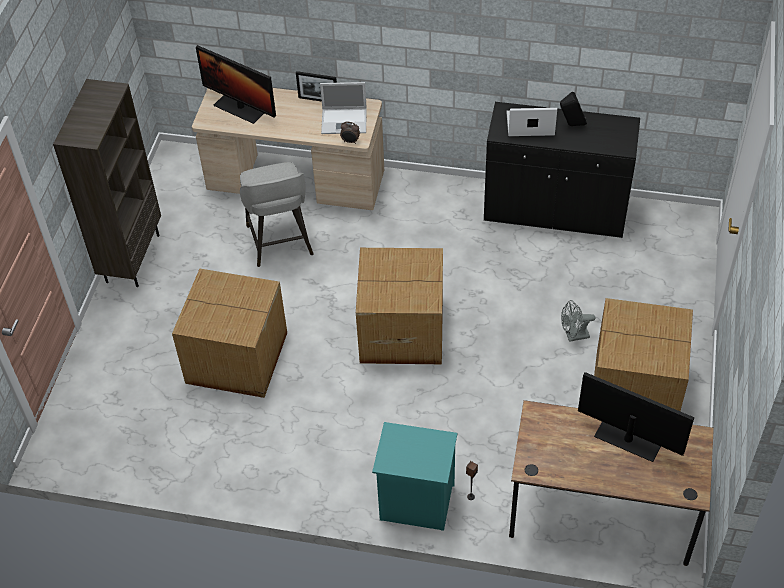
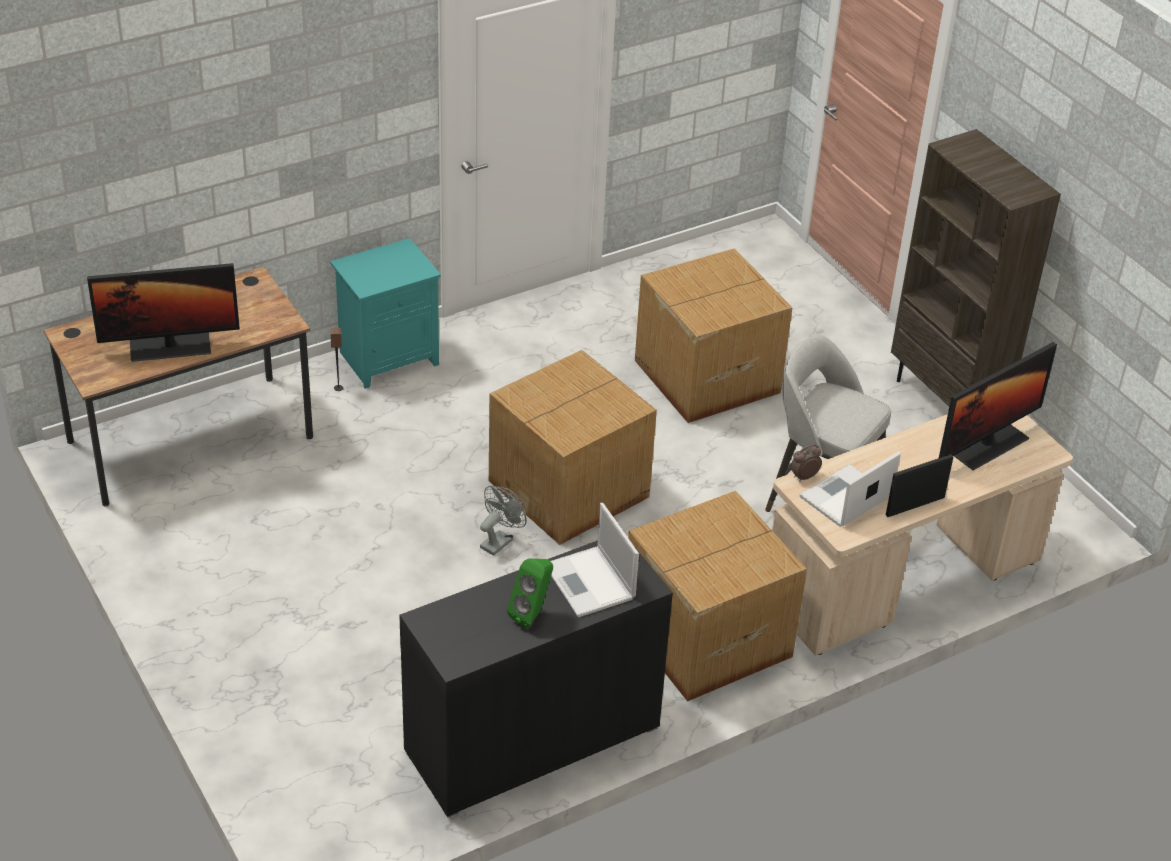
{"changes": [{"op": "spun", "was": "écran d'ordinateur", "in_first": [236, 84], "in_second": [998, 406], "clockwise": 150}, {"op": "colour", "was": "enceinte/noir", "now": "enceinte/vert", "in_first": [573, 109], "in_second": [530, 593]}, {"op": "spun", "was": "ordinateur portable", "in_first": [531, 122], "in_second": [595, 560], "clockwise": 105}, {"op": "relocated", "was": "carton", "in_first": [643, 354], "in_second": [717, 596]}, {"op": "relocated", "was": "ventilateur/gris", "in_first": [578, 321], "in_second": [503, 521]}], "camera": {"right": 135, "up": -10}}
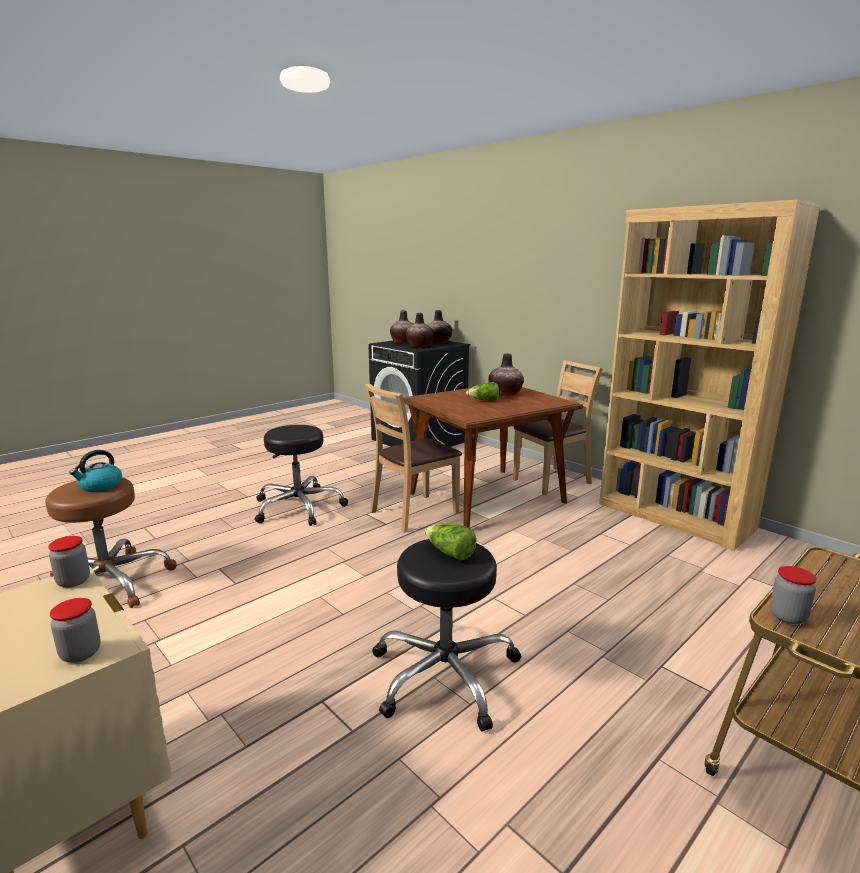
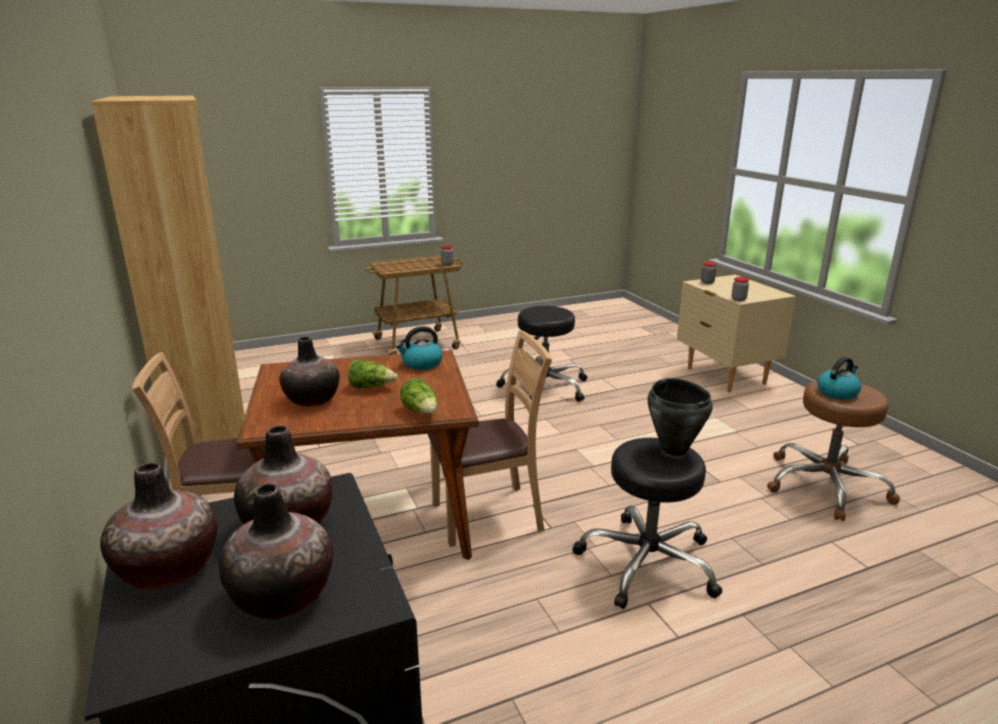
{"changes": [{"op": "relocated", "was": "laitue", "in_first": [450, 542], "in_second": [418, 396]}, {"op": "appeared", "now": "bouilloire", "in_second": [419, 348]}, {"op": "appeared", "now": "marmite/noir", "in_second": [680, 417]}], "camera": {"right": -160, "up": 5}}
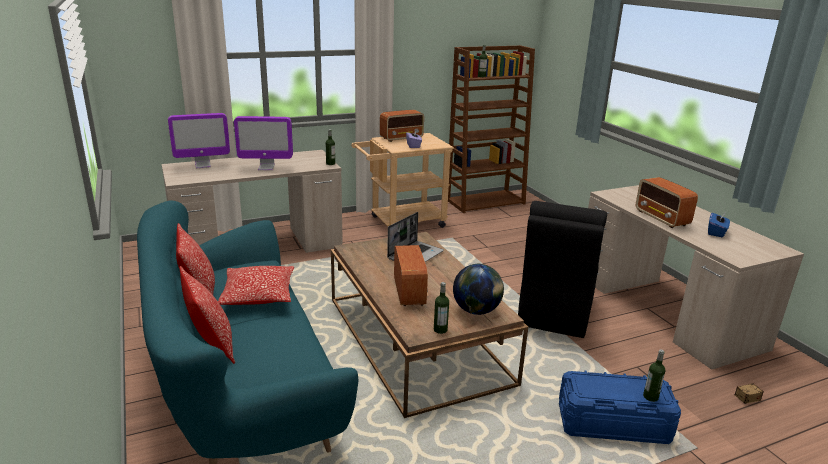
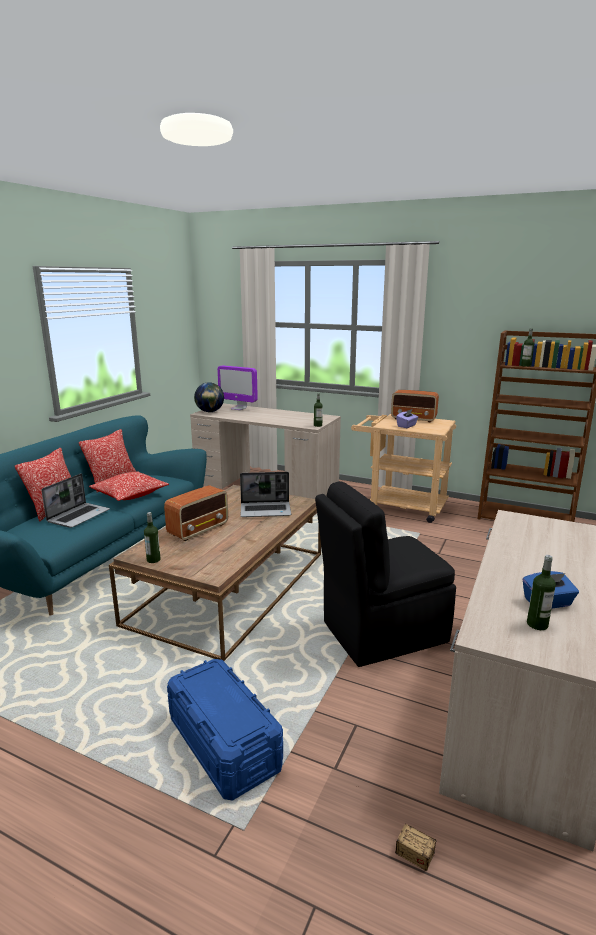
{"changes": [{"op": "missing", "was": "écran d'ordinateur", "in_first": [263, 143]}, {"op": "missing", "was": "radio", "in_first": [667, 202]}, {"op": "relocated", "was": "globe", "in_first": [478, 289], "in_second": [209, 397]}, {"op": "relocated", "was": "bouteille", "in_first": [654, 376], "in_second": [541, 592]}, {"op": "appeared", "now": "ordinateur portable", "in_second": [75, 500]}], "camera": {"right": 50, "up": -5}}
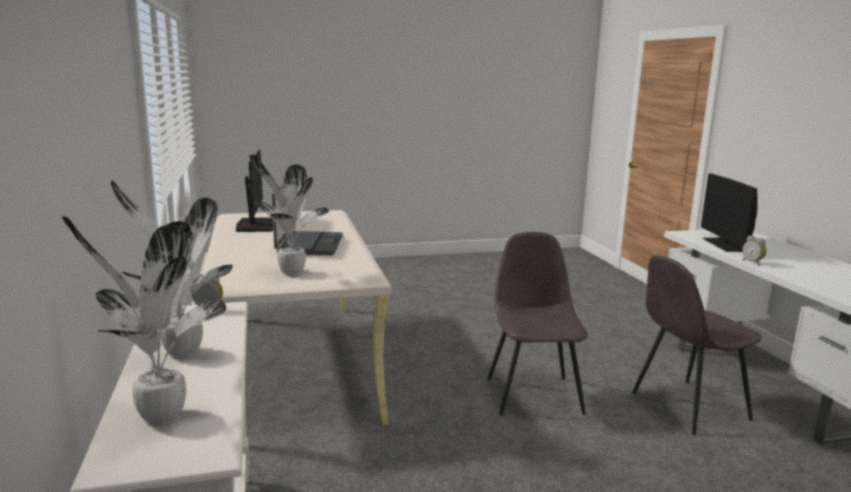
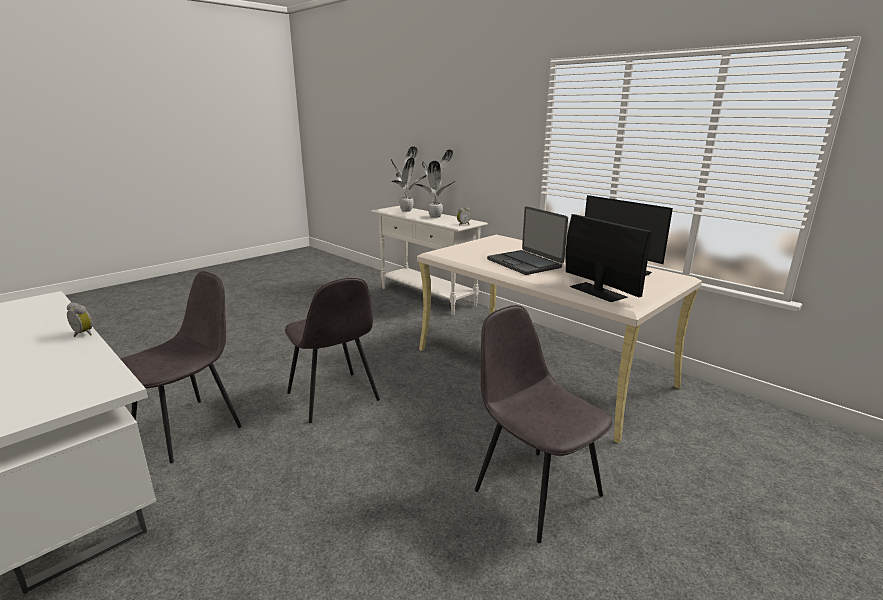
{"changes": [{"op": "missing", "was": "plante en pot", "in_first": [289, 215]}, {"op": "relocated", "was": "écran d'ordinateur", "in_first": [729, 212], "in_second": [608, 258]}, {"op": "appeared", "now": "chaise/gris", "in_second": [543, 424]}], "camera": {"right": 150, "up": 5}}
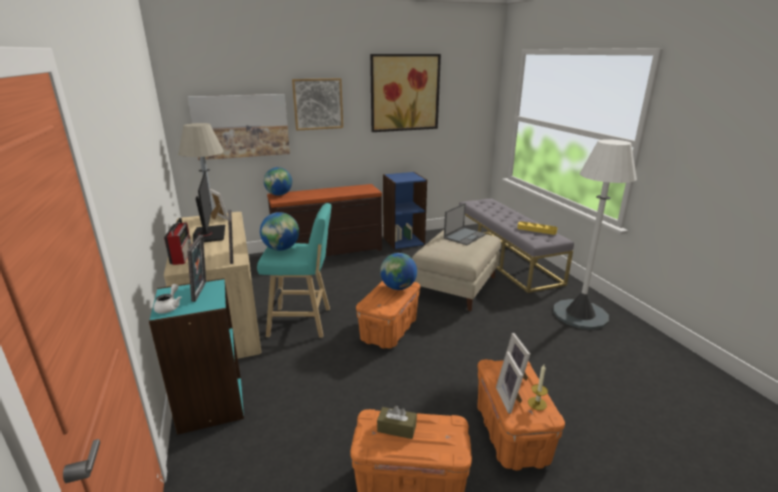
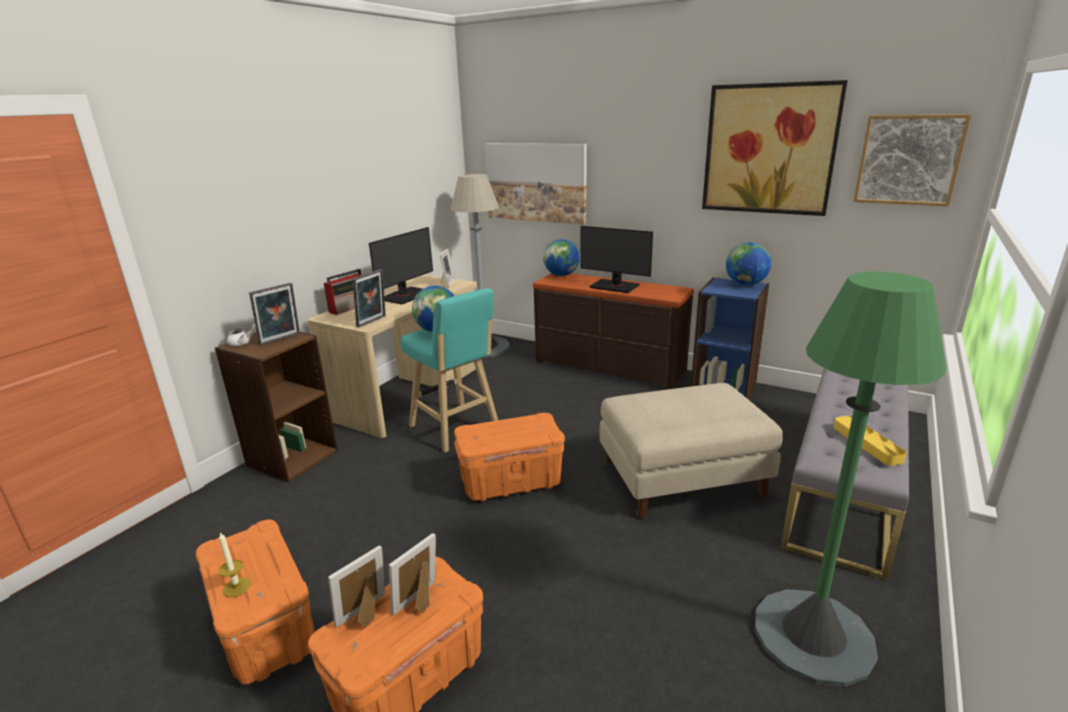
{"changes": [{"op": "relocated", "was": "tableau", "in_first": [317, 104], "in_second": [912, 160]}, {"op": "colour", "was": "lampadaire/blanc", "now": "lampadaire/vert", "in_first": [595, 234], "in_second": [851, 479]}, {"op": "missing", "was": "ordinateur portable", "in_first": [465, 224]}, {"op": "relocated", "was": "globe", "in_first": [398, 271], "in_second": [748, 264]}, {"op": "colour", "was": "bibliothèque/turquoise", "now": "bibliothèque/marron", "in_first": [196, 356], "in_second": [276, 407]}, {"op": "relocated", "was": "bougie", "in_first": [538, 388], "in_second": [235, 564]}, {"op": "missing", "was": "boîte à mouchoirs/marron", "in_first": [397, 422]}, {"op": "appeared", "now": "écran d'ordinateur", "in_second": [616, 259]}], "camera": {"right": 50, "up": 0}}
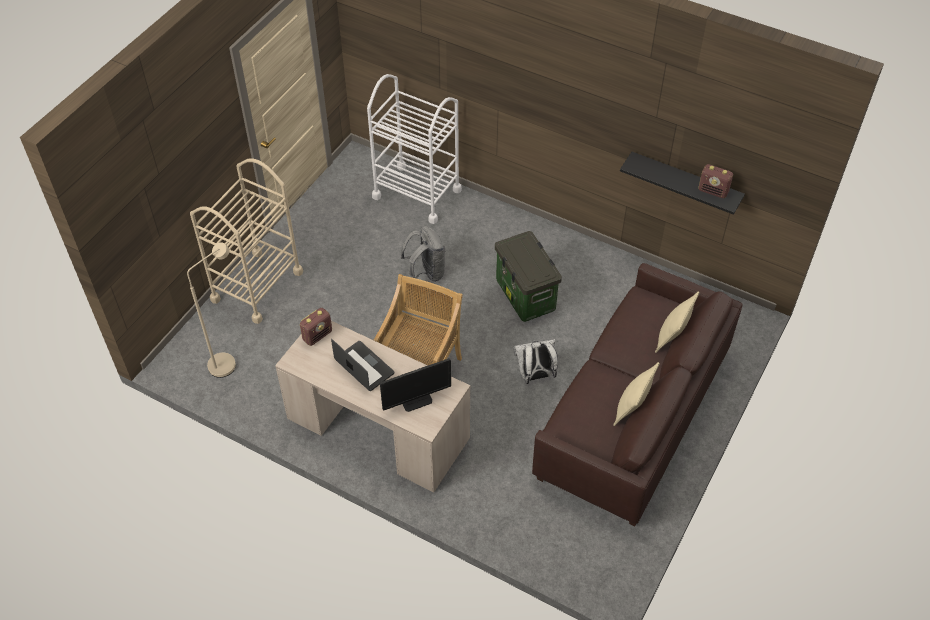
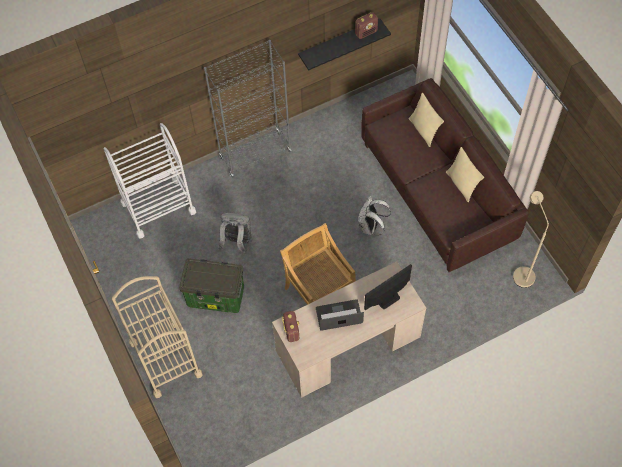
{"changes": [{"op": "relocated", "was": "boîte de rangement", "in_first": [528, 276], "in_second": [211, 285]}, {"op": "relocated", "was": "lampadaire/beige", "in_first": [211, 310], "in_second": [531, 239]}, {"op": "spun", "was": "écran d'ordinateur", "in_first": [415, 385], "in_second": [388, 287], "clockwise": -135}, {"op": "appeared", "now": "bibliothèque/gris", "in_second": [247, 109]}], "camera": {"right": -55, "up": 10}}
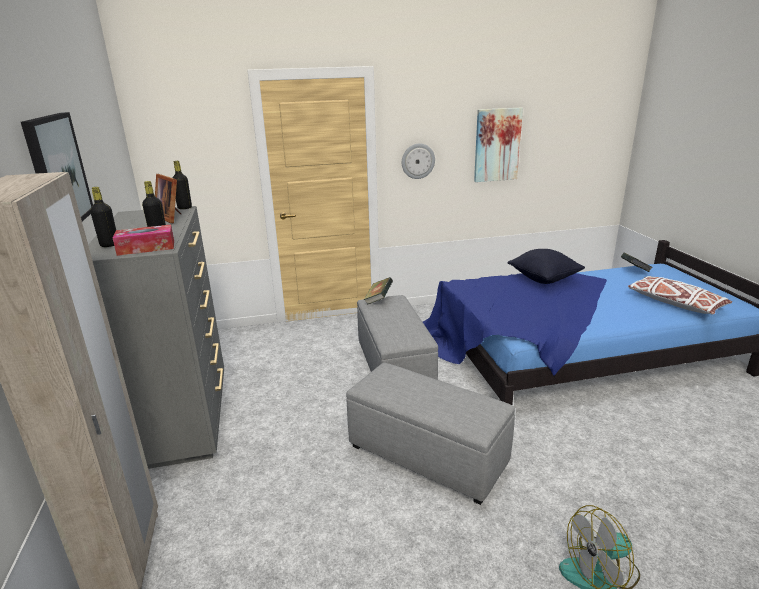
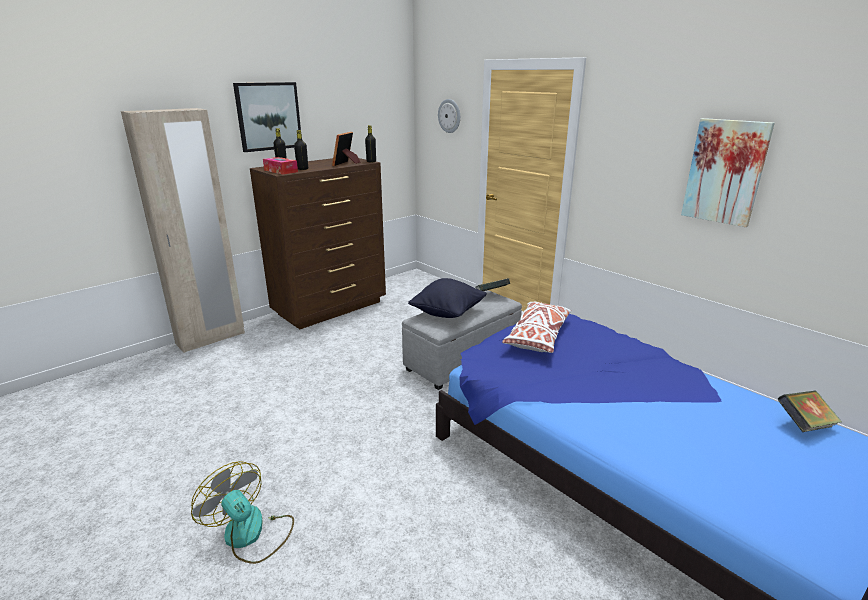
{"changes": [{"op": "relocated", "was": "horloge murale", "in_first": [418, 161], "in_second": [449, 116]}, {"op": "colour", "was": "commode/gris", "now": "commode/marron", "in_first": [156, 337], "in_second": [318, 243]}, {"op": "relocated", "was": "coussin/noir", "in_first": [546, 266], "in_second": [447, 298]}, {"op": "relocated", "was": "coussin/blanc", "in_first": [680, 295], "in_second": [536, 327]}, {"op": "missing", "was": "pouf/gris", "in_first": [430, 434]}], "camera": {"right": 60, "up": 0}}
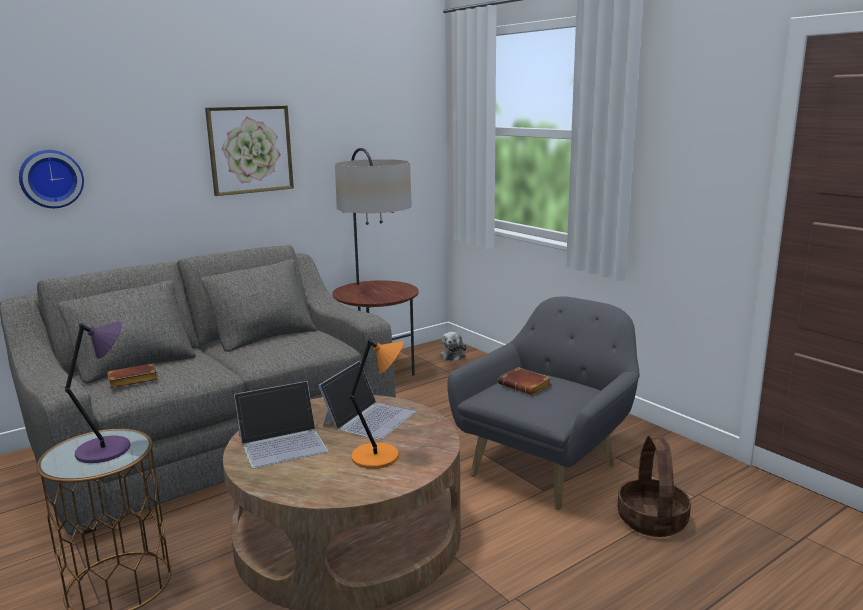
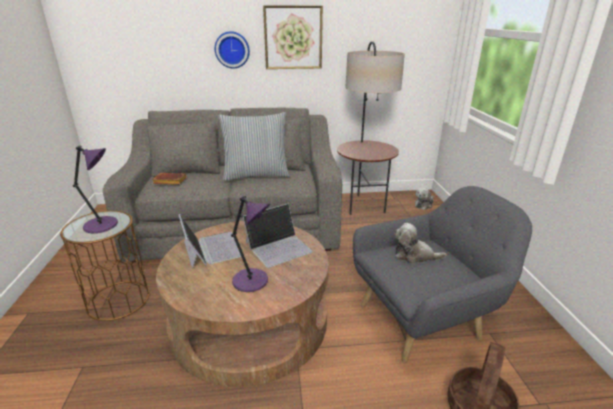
{"changes": [{"op": "relocated", "was": "horloge murale", "in_first": [51, 179], "in_second": [232, 49]}, {"op": "colour", "was": "lampe de table/orange", "now": "lampe de table/violet", "in_first": [377, 403], "in_second": [250, 244]}, {"op": "exchanged", "was": "livre/marron", "now": "peluche", "in_first": [525, 381], "in_second": [420, 243]}, {"op": "spun", "was": "ordinateur portable", "in_first": [281, 424], "in_second": [209, 241], "clockwise": -120}, {"op": "appeared", "now": "coussin", "in_second": [254, 146]}], "camera": {"right": 30, "up": 10}}
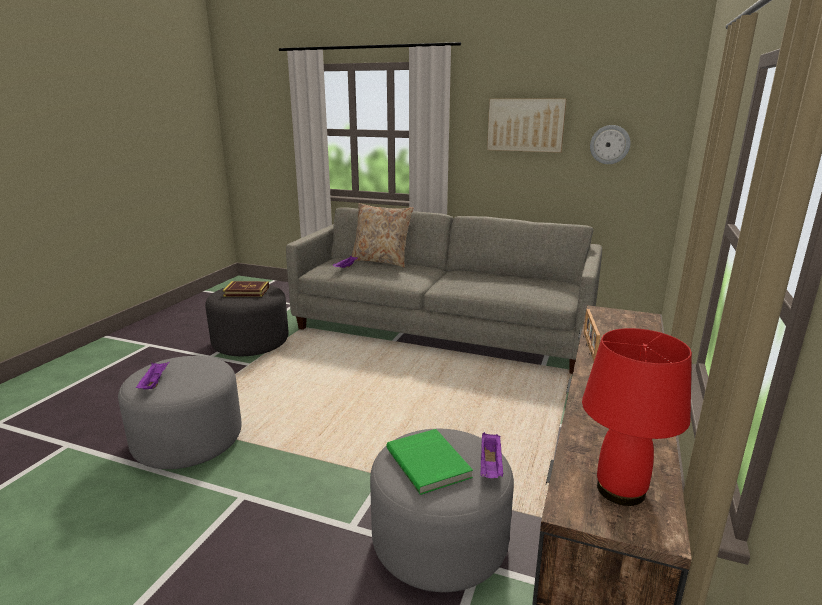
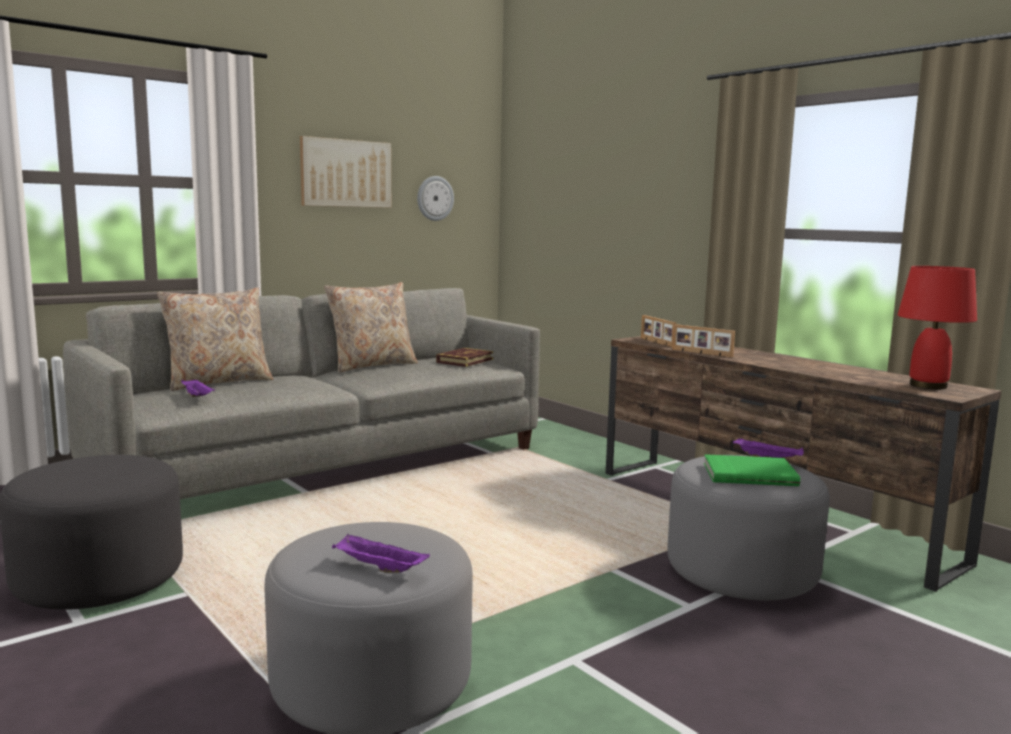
{"changes": [{"op": "relocated", "was": "livre", "in_first": [246, 289], "in_second": [464, 357]}, {"op": "appeared", "now": "coussin/beige", "in_second": [371, 327]}, {"op": "appeared", "now": "cadre photo", "in_second": [658, 331]}], "camera": {"right": -60, "up": -10}}
